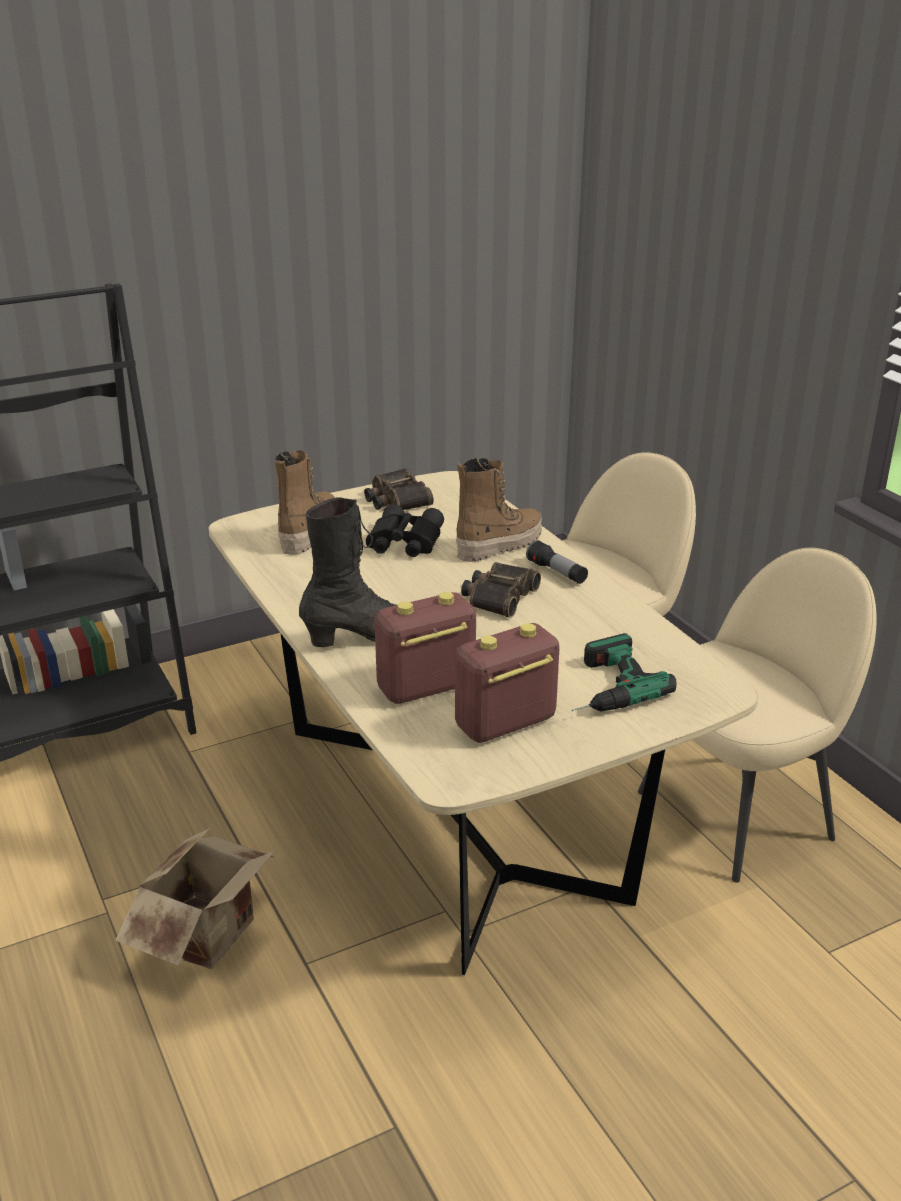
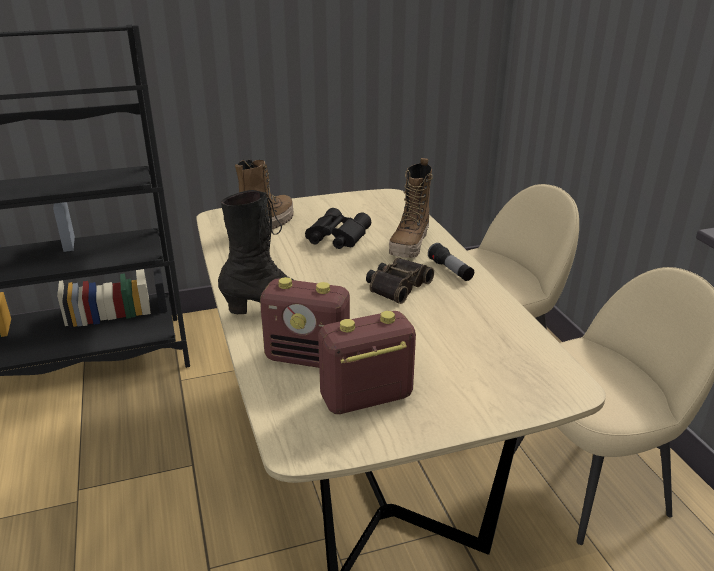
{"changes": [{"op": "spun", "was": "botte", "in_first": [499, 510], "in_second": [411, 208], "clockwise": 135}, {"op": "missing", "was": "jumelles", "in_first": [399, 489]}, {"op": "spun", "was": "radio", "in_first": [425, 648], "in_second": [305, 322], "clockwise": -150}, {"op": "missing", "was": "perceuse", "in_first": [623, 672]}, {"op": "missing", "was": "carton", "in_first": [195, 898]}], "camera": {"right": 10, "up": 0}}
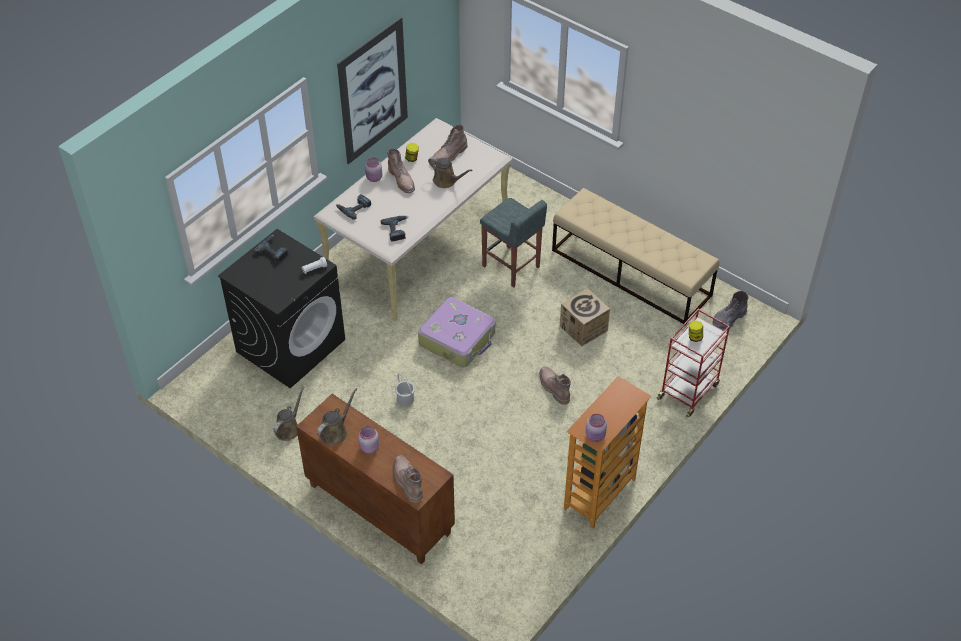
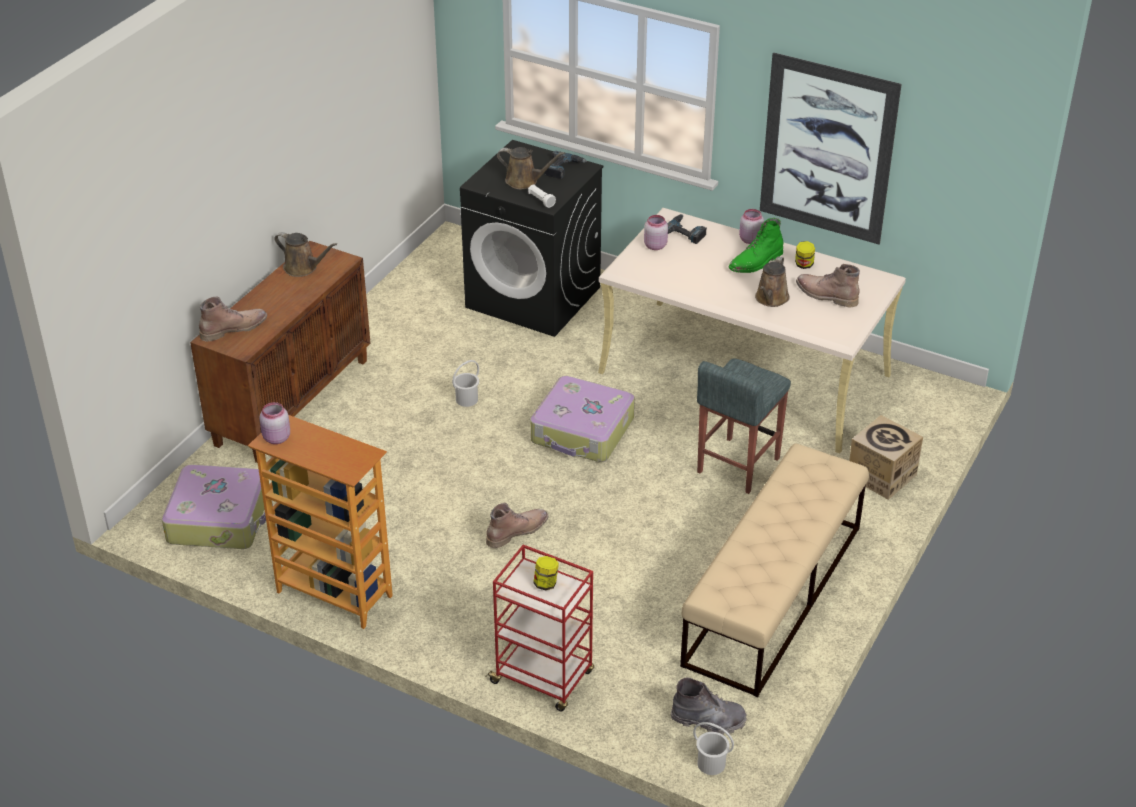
{"changes": [{"op": "colour", "was": "botte/marron", "now": "botte/vert", "in_first": [401, 170], "in_second": [756, 245]}, {"op": "missing", "was": "perceuse", "in_first": [394, 228]}, {"op": "relocated", "was": "carton", "in_first": [585, 317], "in_second": [886, 457]}, {"op": "spun", "was": "botte/gris", "in_first": [730, 311], "in_second": [709, 706], "clockwise": 150}, {"op": "relocated", "was": "arrosoir/marron", "in_first": [288, 413], "in_second": [531, 168]}, {"op": "relocated", "was": "bocal/rose", "in_first": [368, 440], "in_second": [656, 232]}, {"op": "appeared", "now": "valise", "in_second": [217, 507]}, {"op": "appeared", "now": "seau/blanc", "in_second": [713, 748]}], "camera": {"right": 80, "up": -10}}
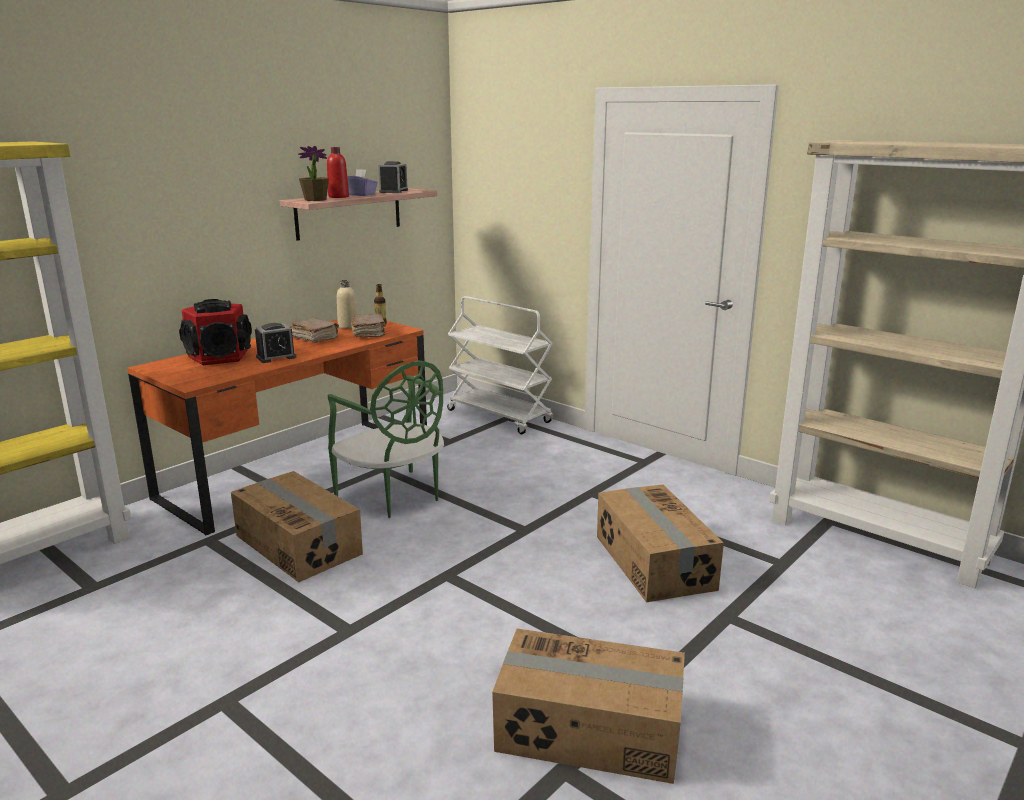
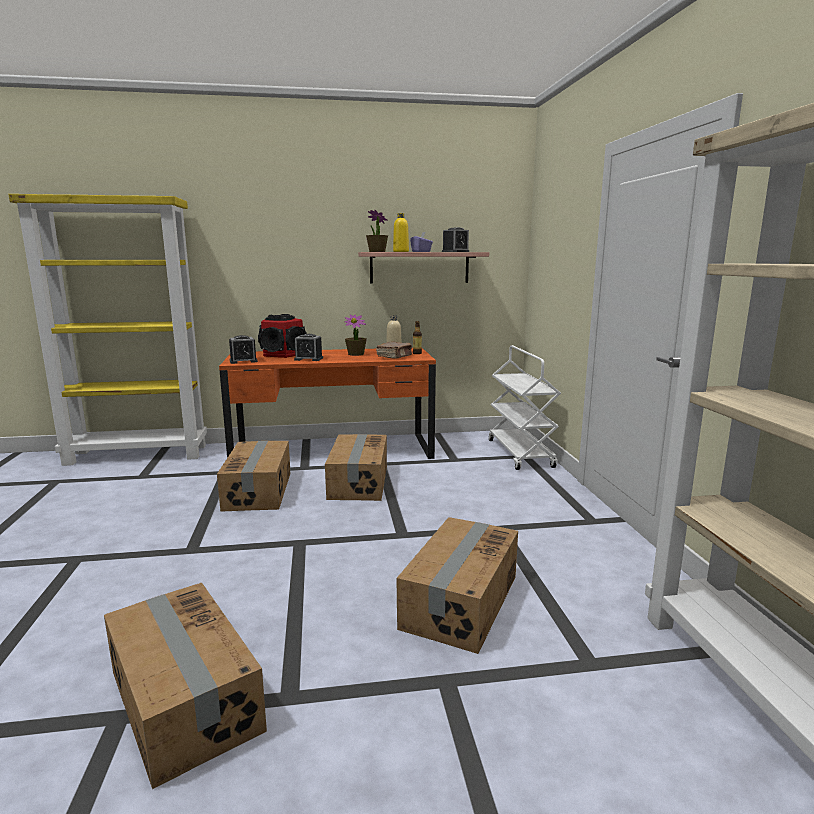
{"changes": [{"op": "colour", "was": "bouteille/rouge", "now": "bouteille/jaune", "in_first": [338, 172], "in_second": [401, 232]}, {"op": "exchanged", "was": "livre/marron", "now": "plante en pot", "in_first": [314, 330], "in_second": [356, 335]}, {"op": "exchanged", "was": "chaise/vert", "now": "carton", "in_first": [386, 439], "in_second": [356, 467]}, {"op": "appeared", "now": "réveil", "in_second": [243, 349]}], "camera": {"right": 40, "up": -5}}
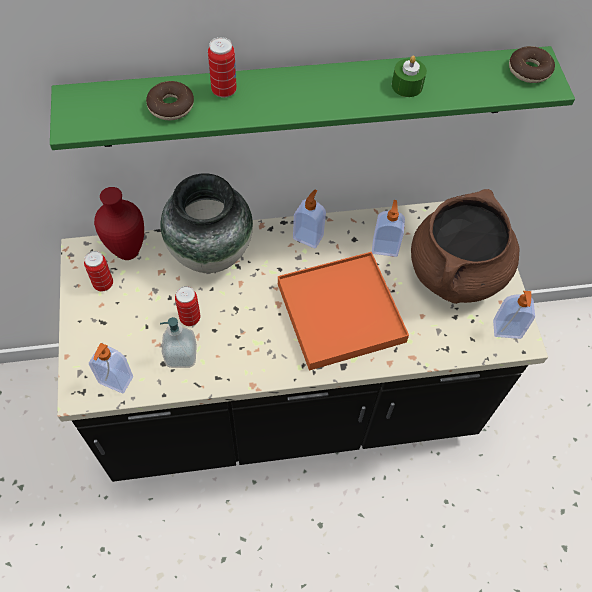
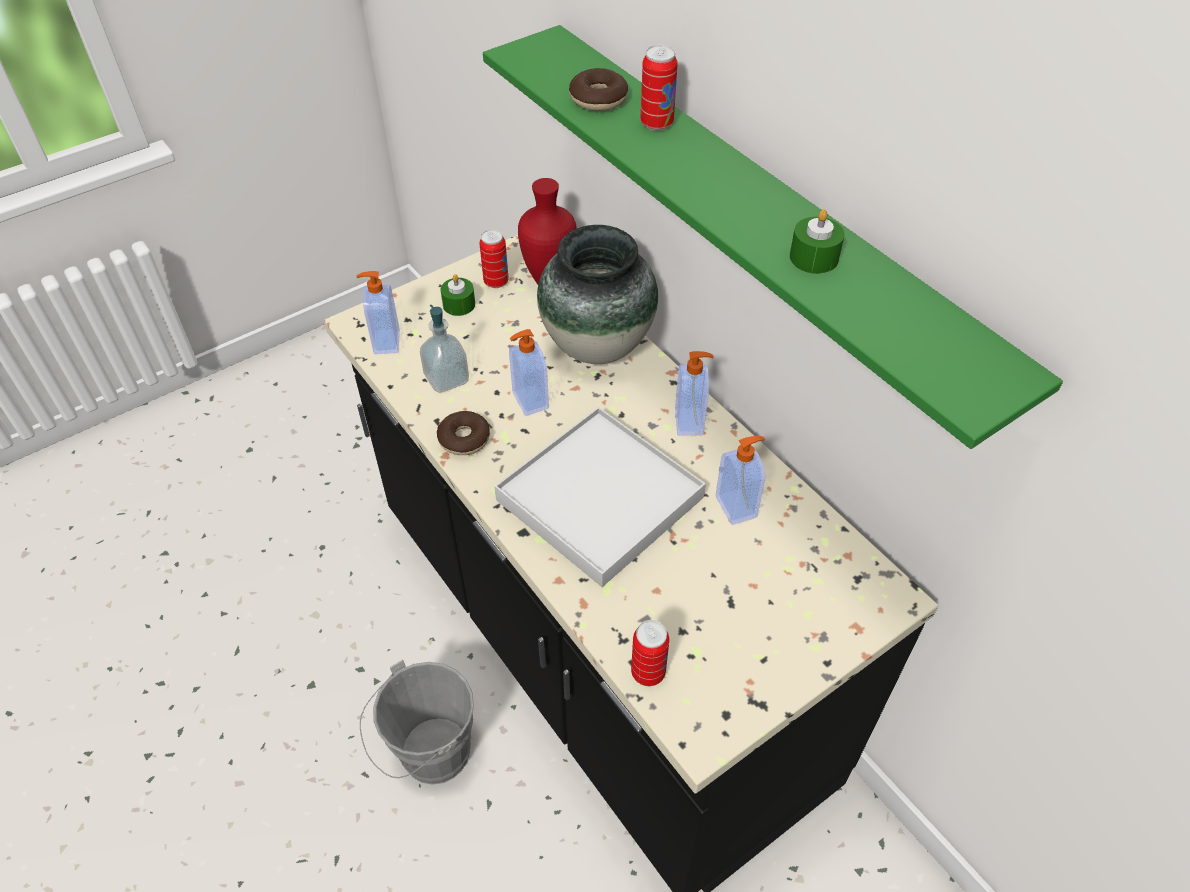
{"changes": [{"op": "relocated", "was": "beignet", "in_first": [532, 64], "in_second": [463, 433]}, {"op": "missing", "was": "marmite/marron", "in_first": [465, 246]}, {"op": "colour", "was": "plateau/orange", "now": "plateau/blanc", "in_first": [343, 311], "in_second": [600, 497]}, {"op": "relocated", "was": "boîte métallique", "in_first": [187, 306], "in_second": [650, 653]}, {"op": "relocated", "was": "distributeur de savon", "in_first": [514, 315], "in_second": [529, 372]}, {"op": "appeared", "now": "bougie/vert", "in_second": [457, 295]}, {"op": "appeared", "now": "seau/gris", "in_second": [417, 722]}], "camera": {"right": 65, "up": -10}}
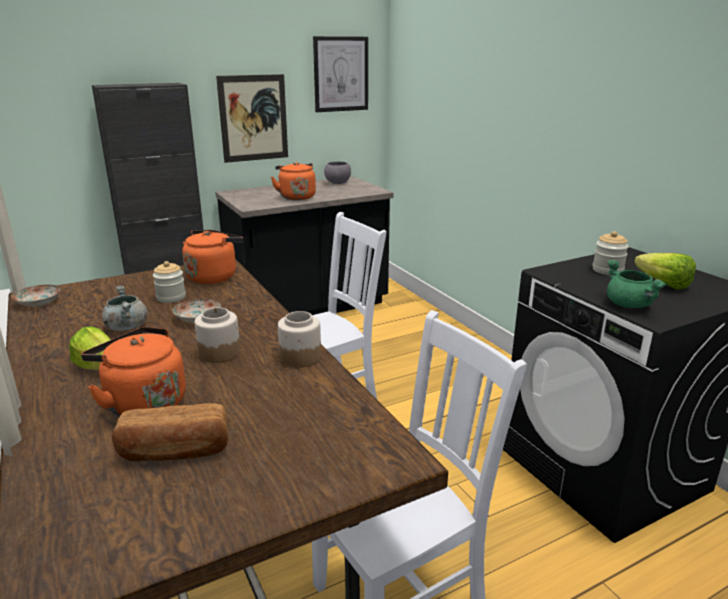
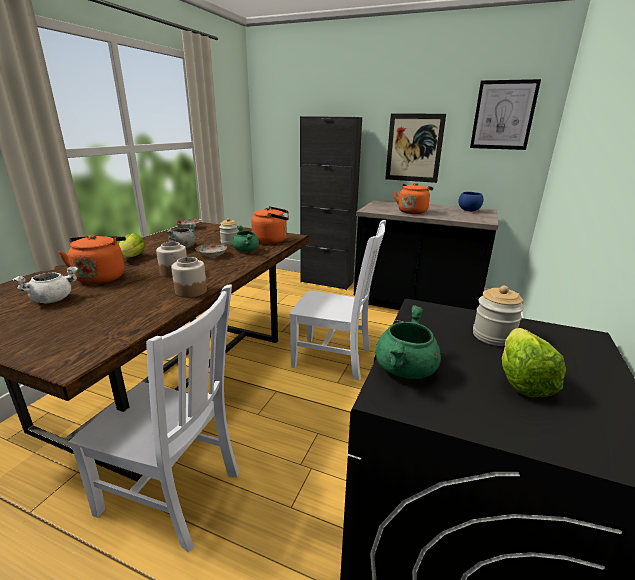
{"changes": [{"op": "colour", "was": "bol/gris", "now": "bol/bleu", "in_first": [337, 172], "in_second": [471, 201]}, {"op": "exchanged", "was": "pain", "now": "marmite/blanc", "in_first": [170, 432], "in_second": [45, 285]}, {"op": "appeared", "now": "marmite/vert", "in_second": [245, 238]}], "camera": {"right": 50, "up": 0}}
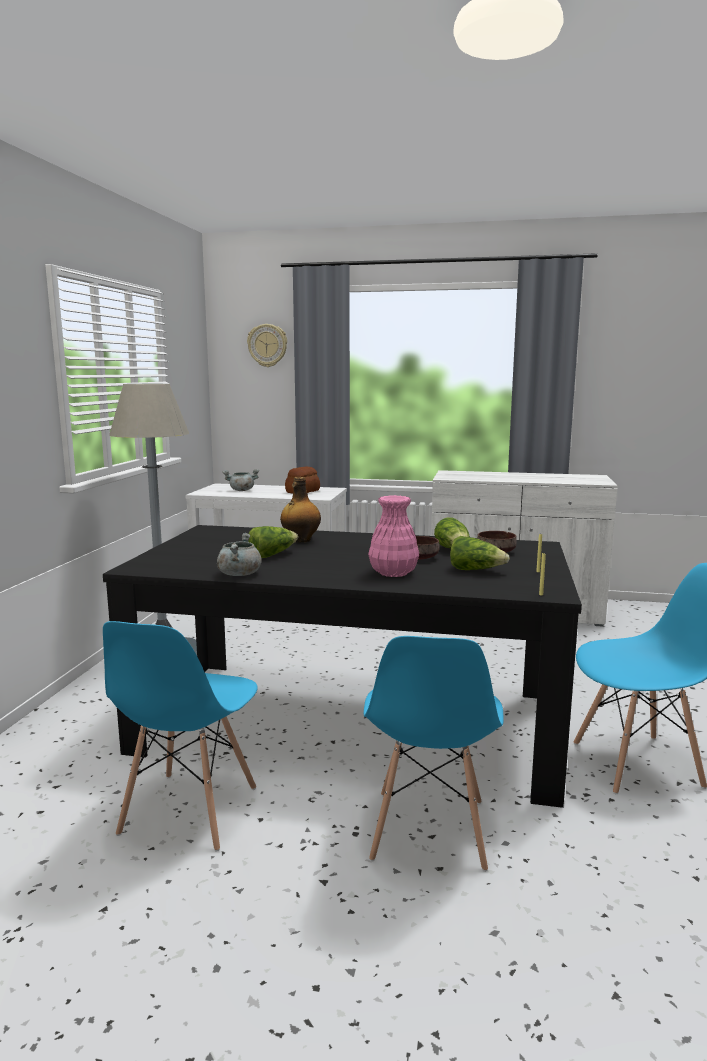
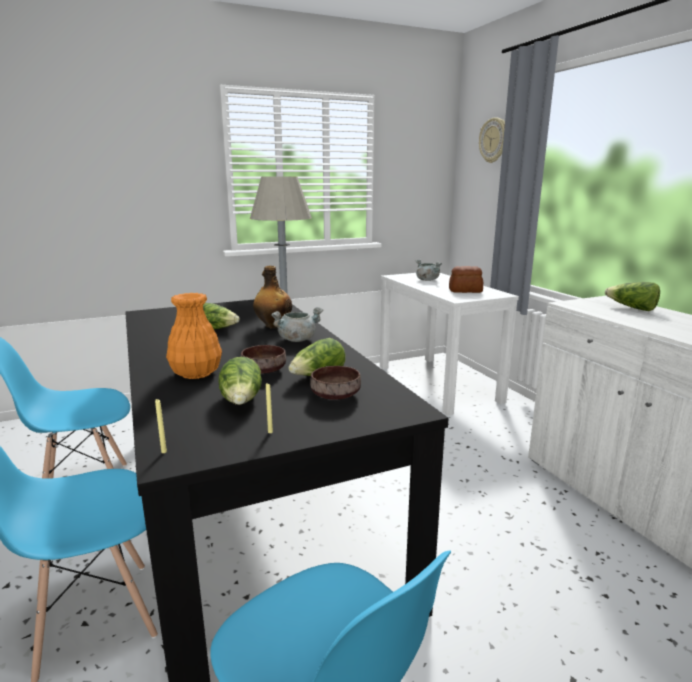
{"changes": [{"op": "colour", "was": "vase/rose", "now": "vase/orange", "in_first": [393, 536], "in_second": [194, 336]}, {"op": "relocated", "was": "marmite/gris", "in_first": [239, 554], "in_second": [297, 324]}, {"op": "appeared", "now": "laitue", "in_second": [632, 296]}], "camera": {"right": 55, "up": 5}}
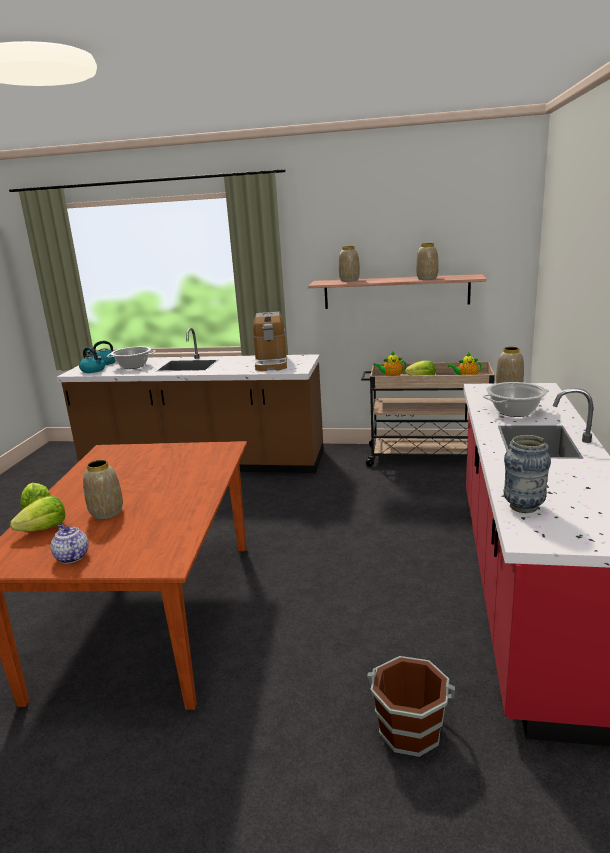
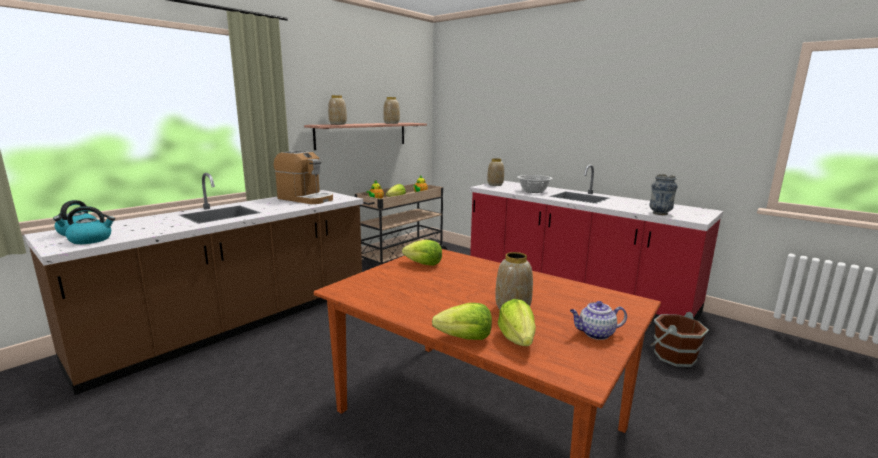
{"changes": [{"op": "missing", "was": "marmite", "in_first": [131, 357]}, {"op": "appeared", "now": "laitue", "in_second": [422, 253]}], "camera": {"right": -60, "up": -5}}
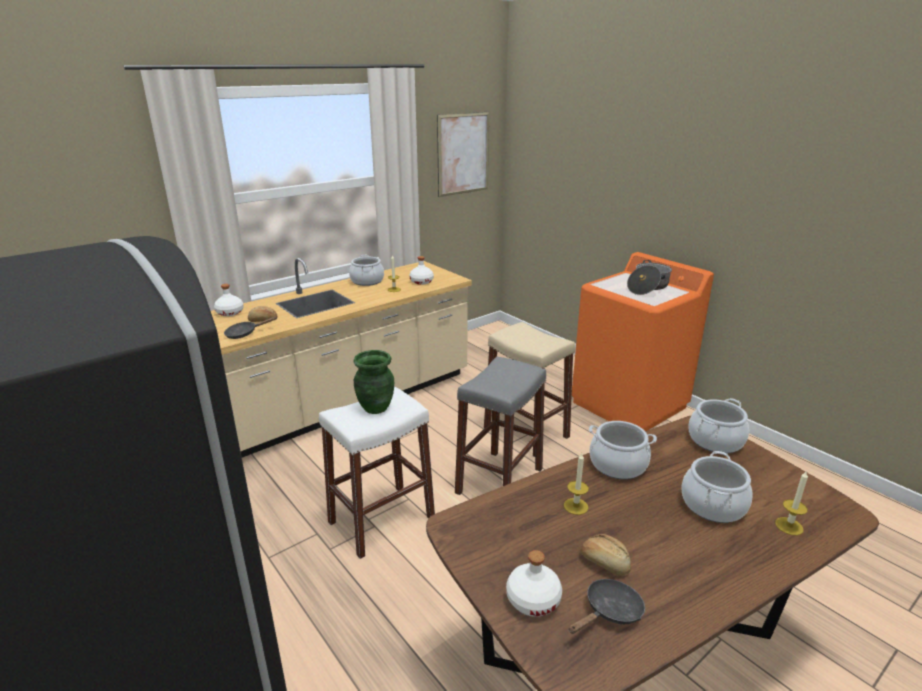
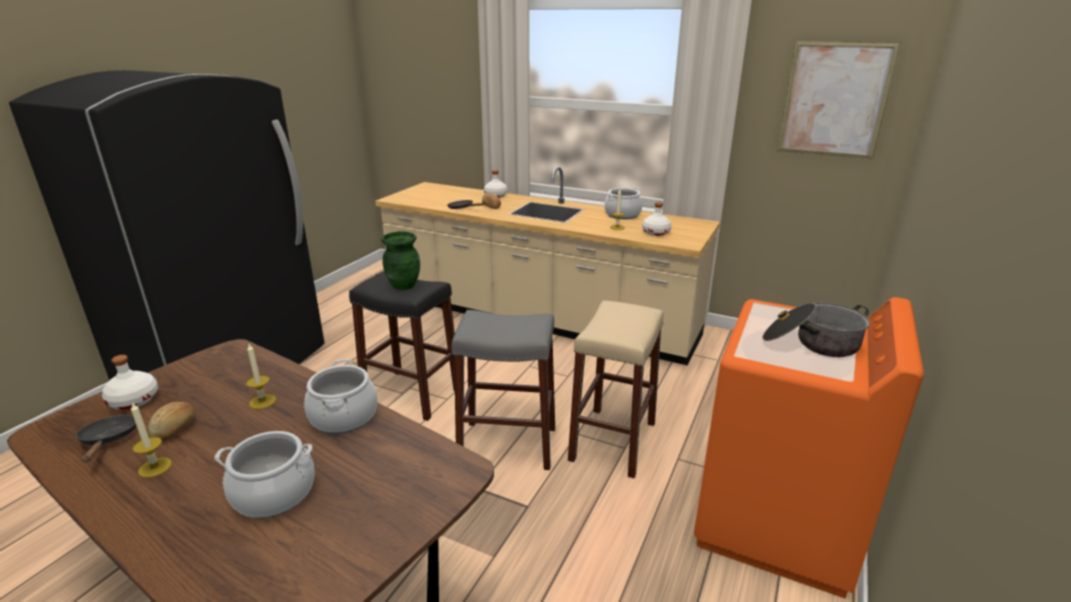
{"changes": [{"op": "colour", "was": "tabouret/blanc", "now": "tabouret/noir", "in_first": [377, 472], "in_second": [402, 346]}, {"op": "missing", "was": "marmite", "in_first": [718, 425]}, {"op": "relocated", "was": "bougie", "in_first": [791, 503], "in_second": [151, 440]}, {"op": "spun", "was": "poêle/noir", "in_first": [607, 606], "in_second": [106, 438], "clockwise": -135}], "camera": {"right": 65, "up": 0}}
